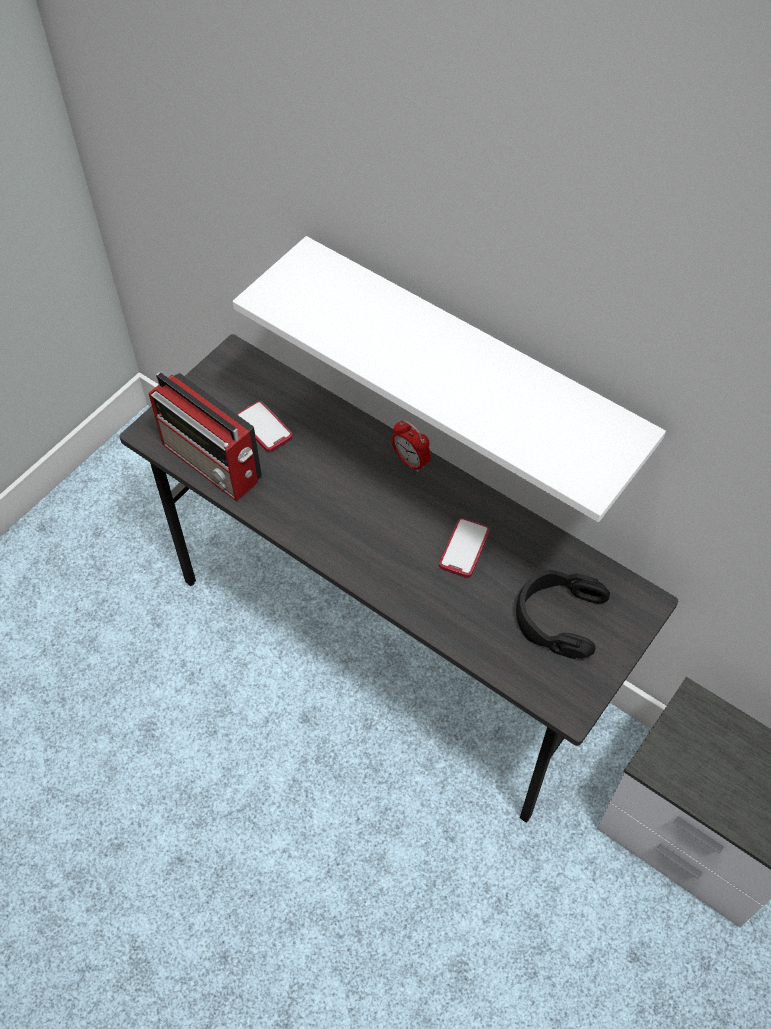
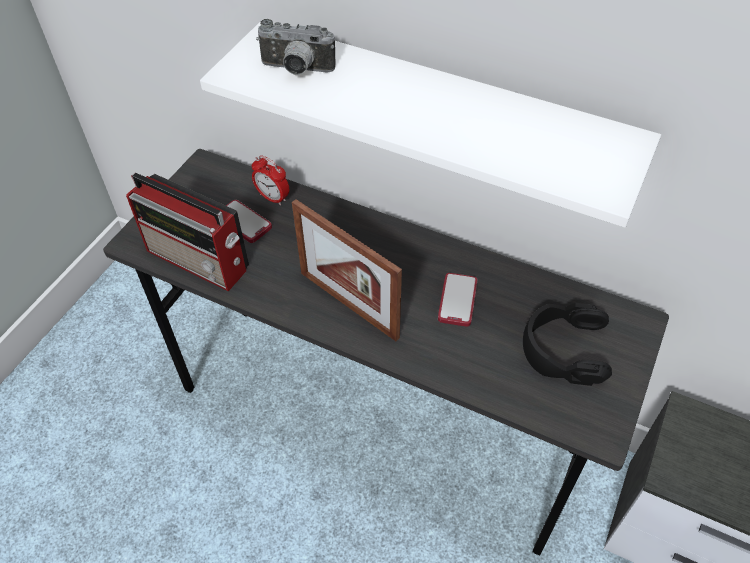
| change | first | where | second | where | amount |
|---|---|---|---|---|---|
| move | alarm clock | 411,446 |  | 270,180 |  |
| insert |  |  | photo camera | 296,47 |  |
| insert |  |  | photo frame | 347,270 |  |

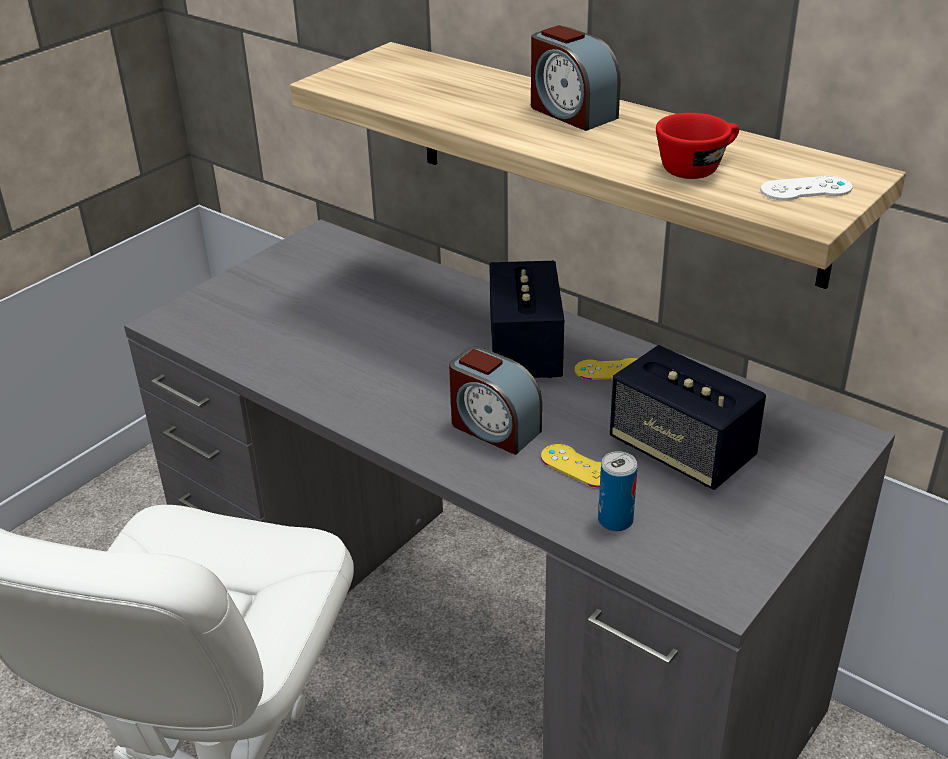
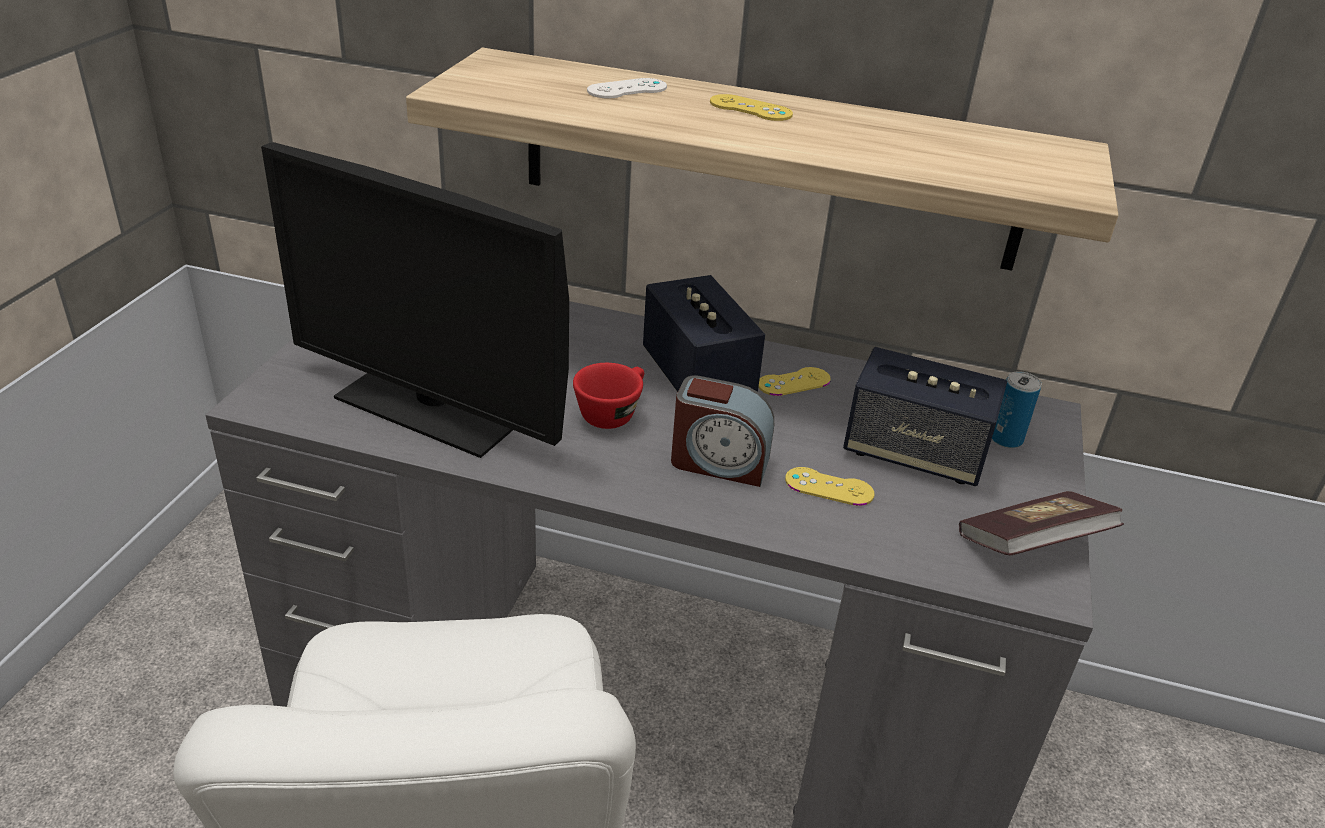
| change | first | where | second | where | amount |
|---|---|---|---|---|---|
| replace | alarm clock | 576,78 | yellow-coloured gamepad | 751,107 |  |
| move | can | 618,491 |  | 1016,409 |  |
| move | red-coloured cup | 697,146 |  | 608,396 |  |
| move | whitish gamepad | 806,188 |  | 627,88 |  |
| insert |  |  | computer screen | 415,300 |  |
| insert |  |  | bound book | 1041,523 |  |

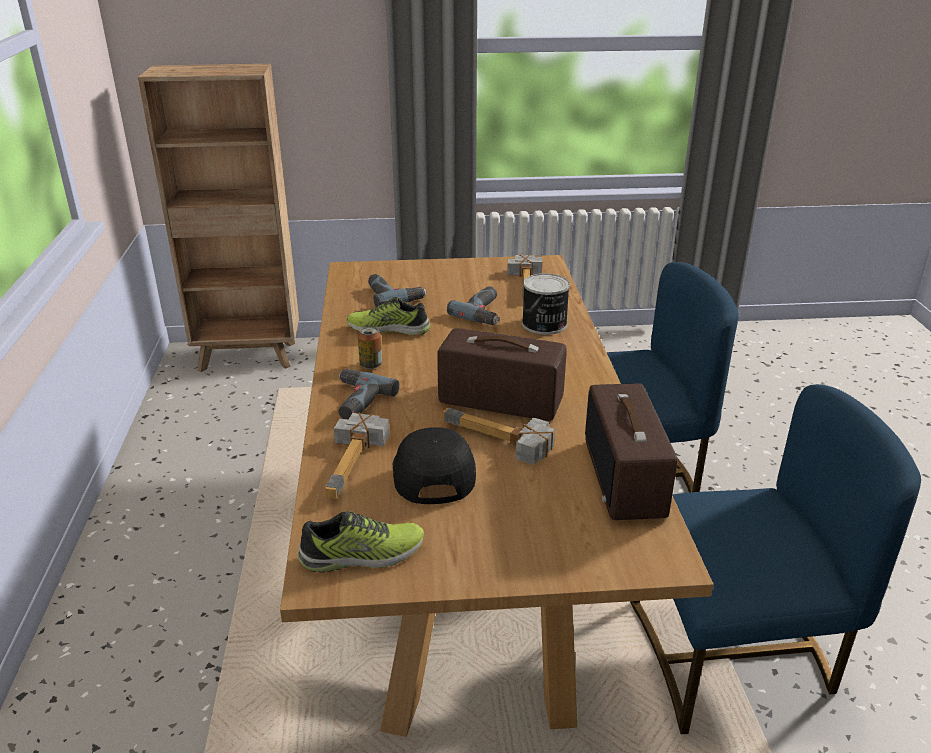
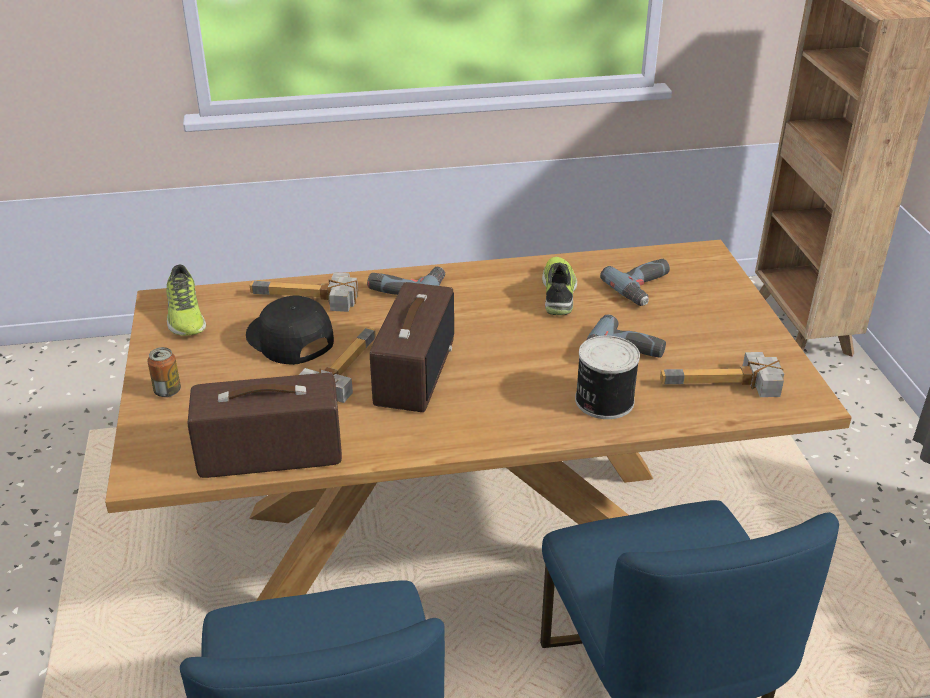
| change | first | where | second | where | amount |
|---|---|---|---|---|---|
| move | can | 370,347 |  | 164,372 |  |
| rotate | black-coloured baseball cap | 434,465 |  | 290,330 | 120 degrees counterclockwise |

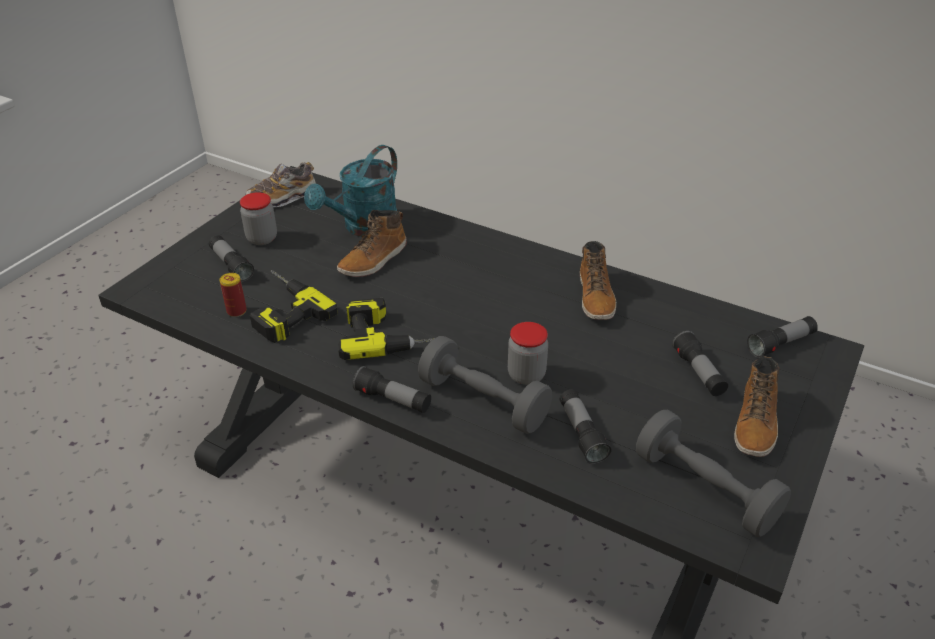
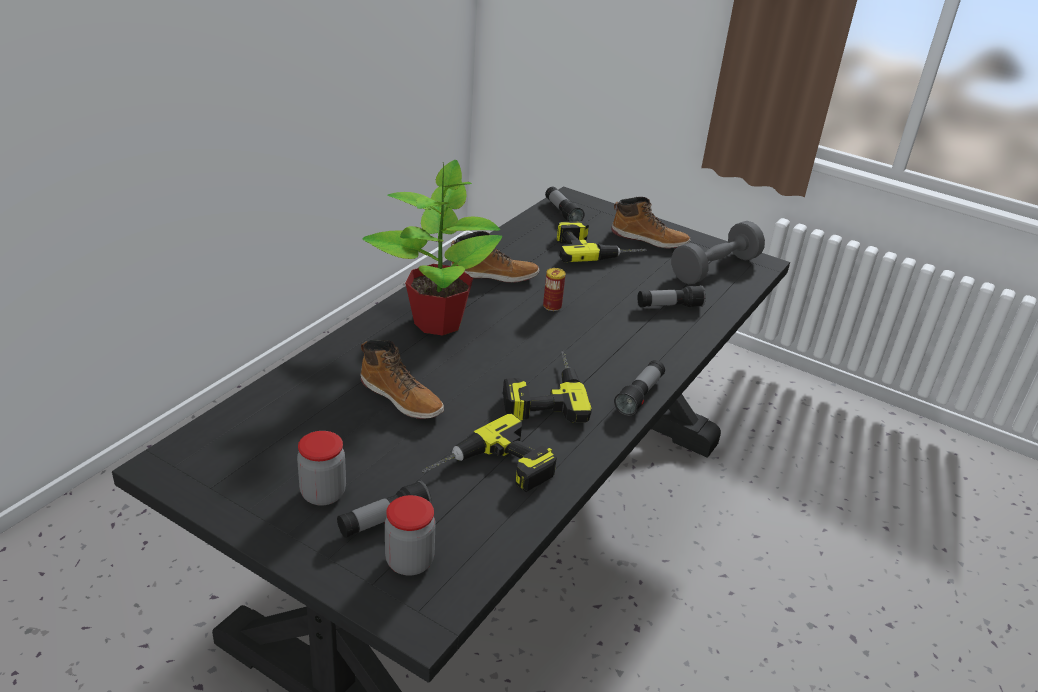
| change | first | where | second | where | amount |
|---|---|---|---|---|---|
| move | can | 233,295 |  | 554,289 |  |
| delete | low shoe | 281,184 |  |  |  |
| delete | blue-green watering pot | 350,191 |  |  |  |
| delete | gray dumbbell | 485,385 |  |  |  |
| move | jar | 528,353 |  | 410,535 |  |
| replace | torch | 700,363 | drill | 601,241 |  |
| insert |  |  | houseplant | 432,247 |  |

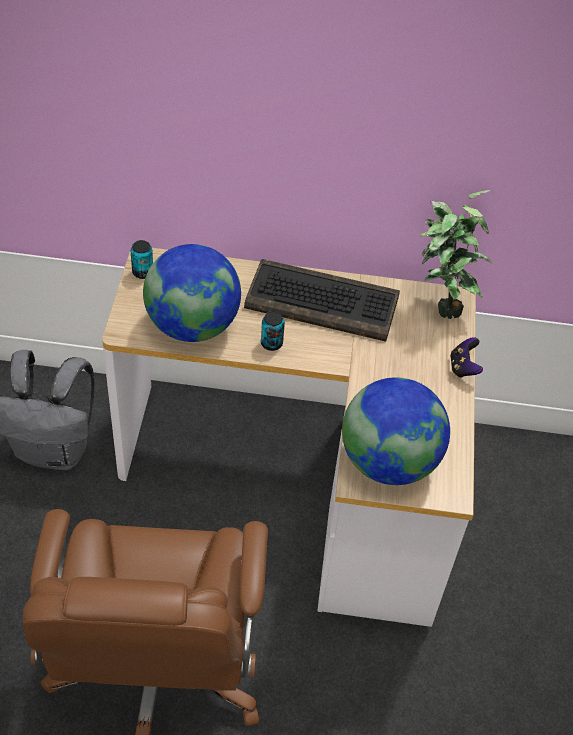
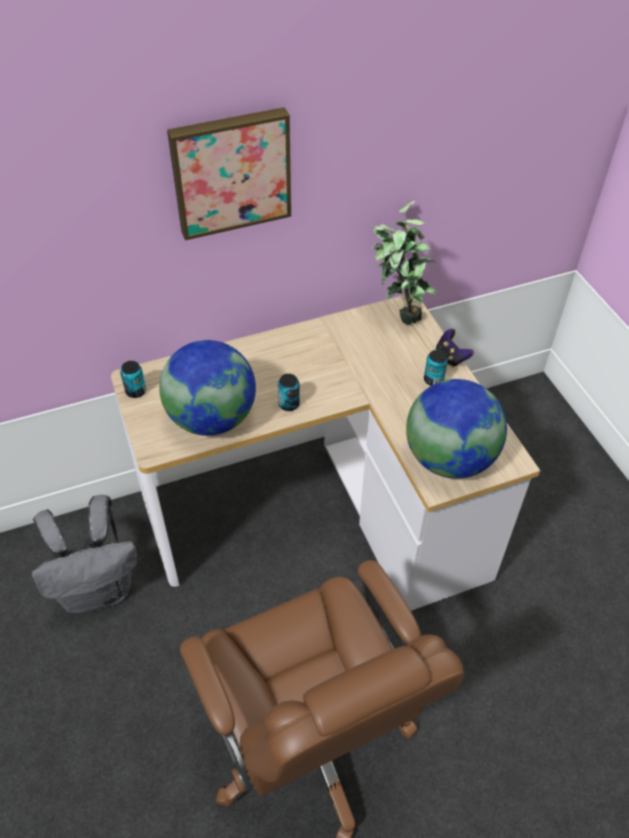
| change | first | where | second | where | amount |
|---|---|---|---|---|---|
| delete | PC keyboard | 322,300 |  |  |  |
| insert |  |  | picture | 229,173 |  |
| insert |  |  | can | 436,368 |  |

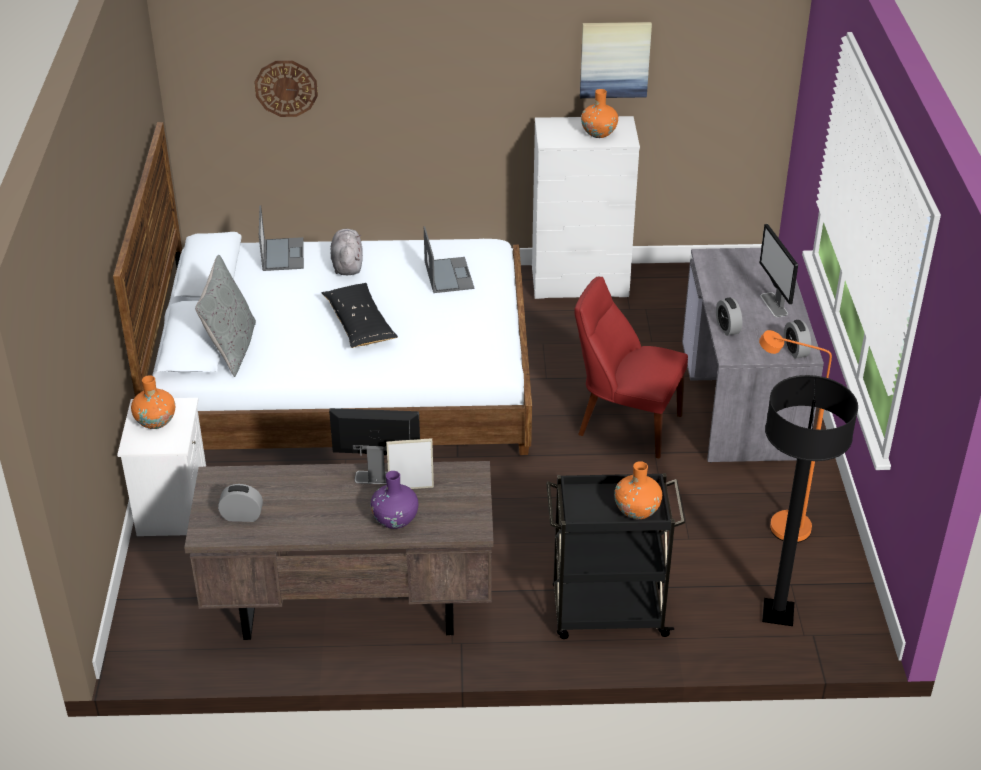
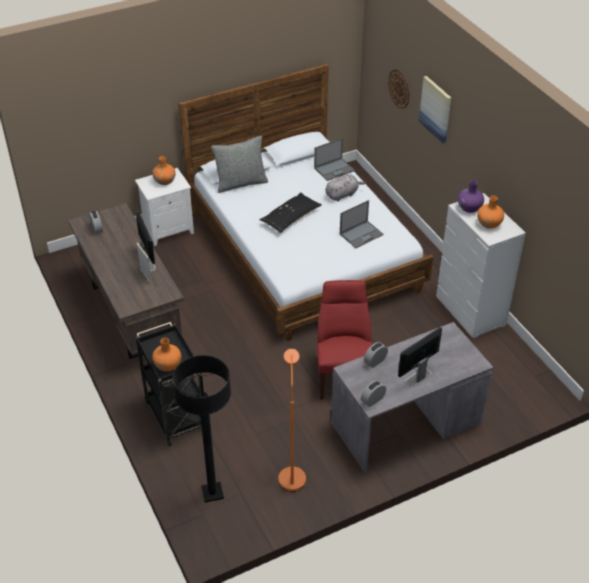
| change | first | where | second | where | amount |
|---|---|---|---|---|---|
| move | purple-coloured vase | 394,500 |  | 471,196 |  |
| move | picture | 616,60 |  | 435,109 |  |

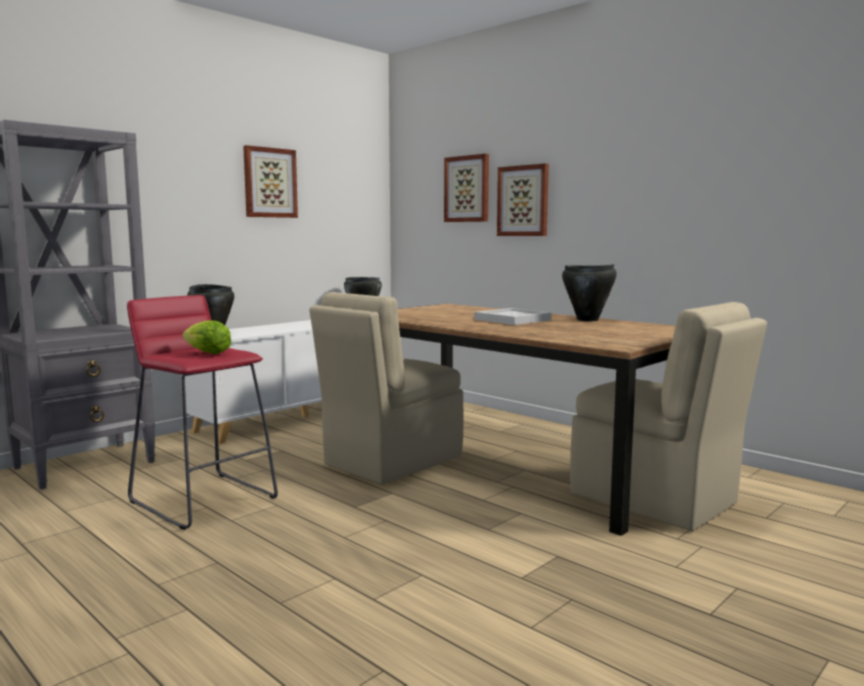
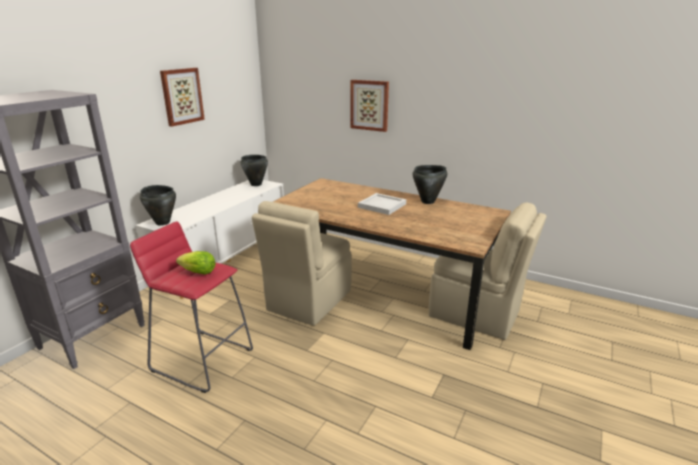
| change | first | where | second | where | amount |
|---|---|---|---|---|---|
| delete | picture | 466,188 |  |  |  |

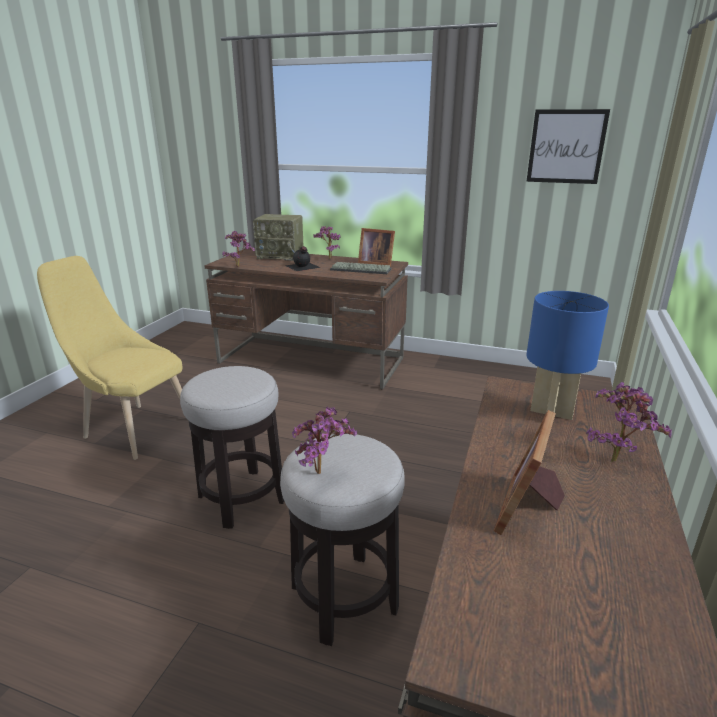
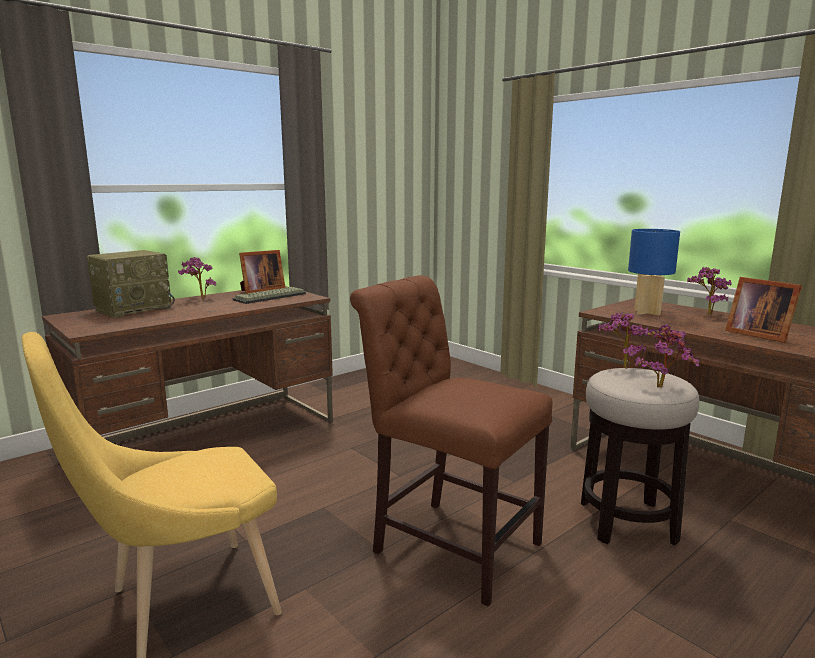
| change | first | where | second | where | amount |
|---|---|---|---|---|---|
| replace | sitting stool | 232,447 | brown upright chair | 451,440 |  |
| move | houseplant | 238,249 |  | 623,341 |  |
| delete | black-coloured beverage bottle | 303,258 |  |  |  |
| delete | picture | 568,146 |  |  |  |

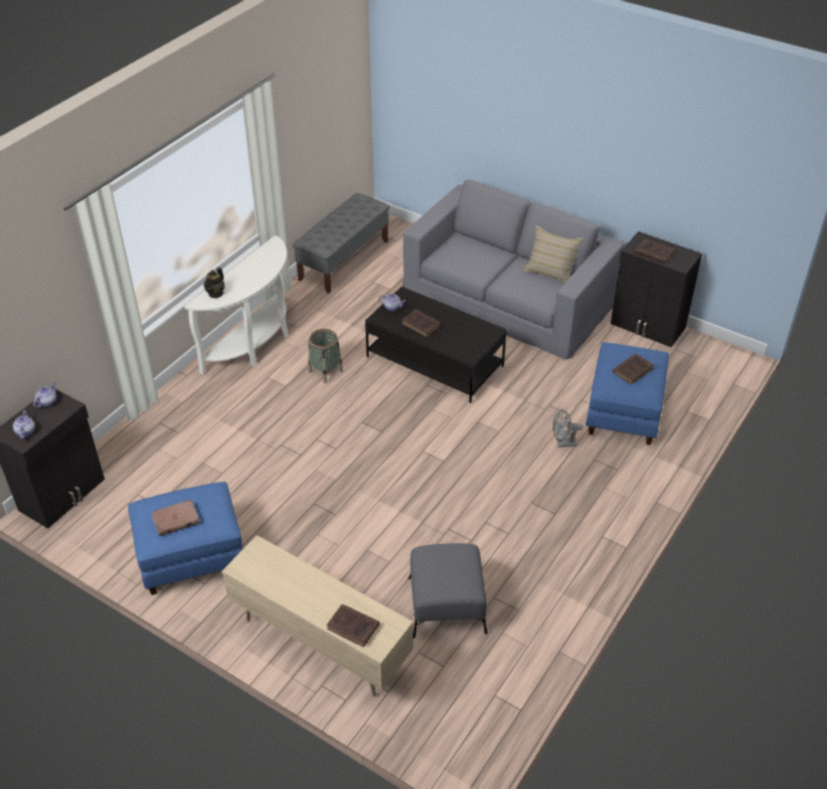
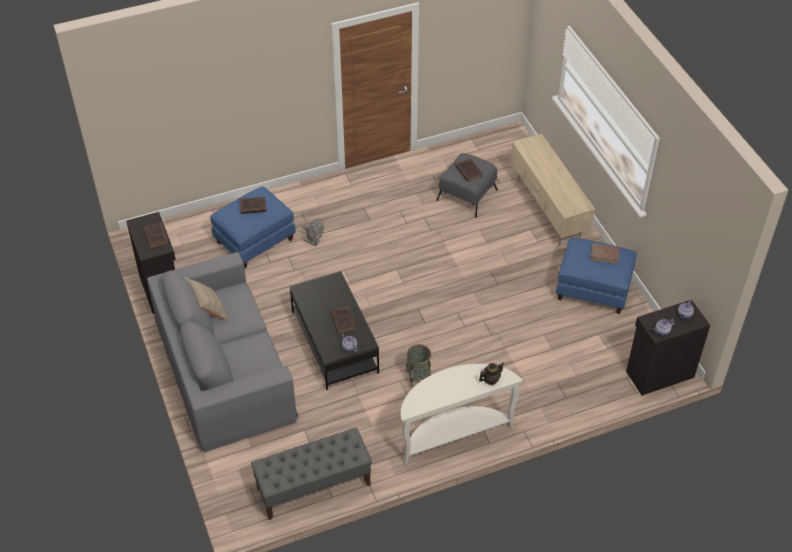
| change | first | where | second | where | amount |
|---|---|---|---|---|---|
| move | brown bound book | 353,625 |  | 468,170 |  |

